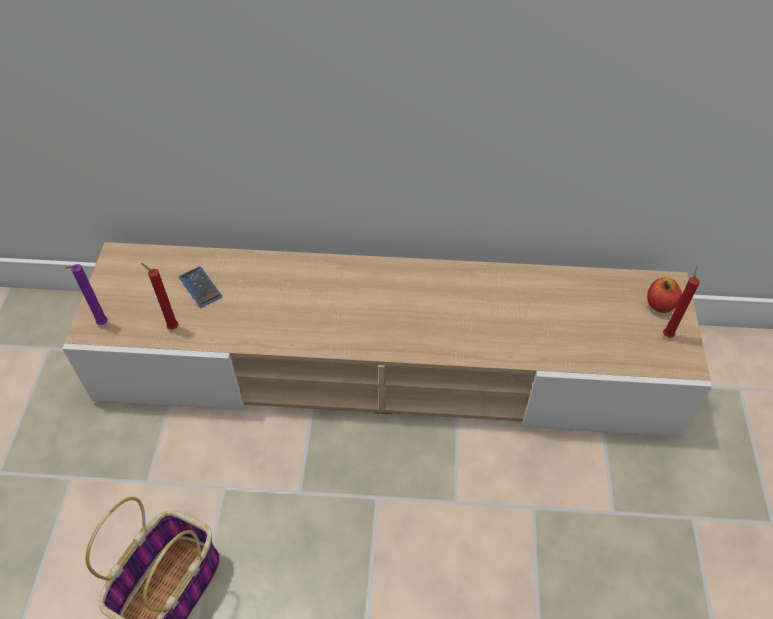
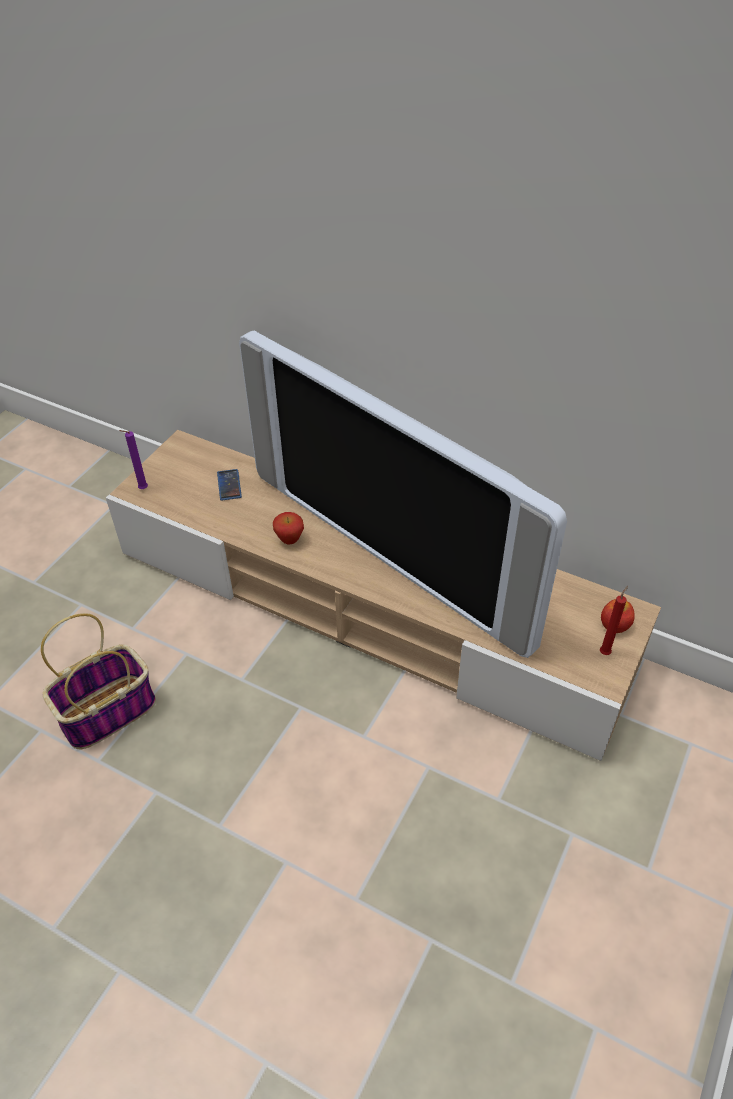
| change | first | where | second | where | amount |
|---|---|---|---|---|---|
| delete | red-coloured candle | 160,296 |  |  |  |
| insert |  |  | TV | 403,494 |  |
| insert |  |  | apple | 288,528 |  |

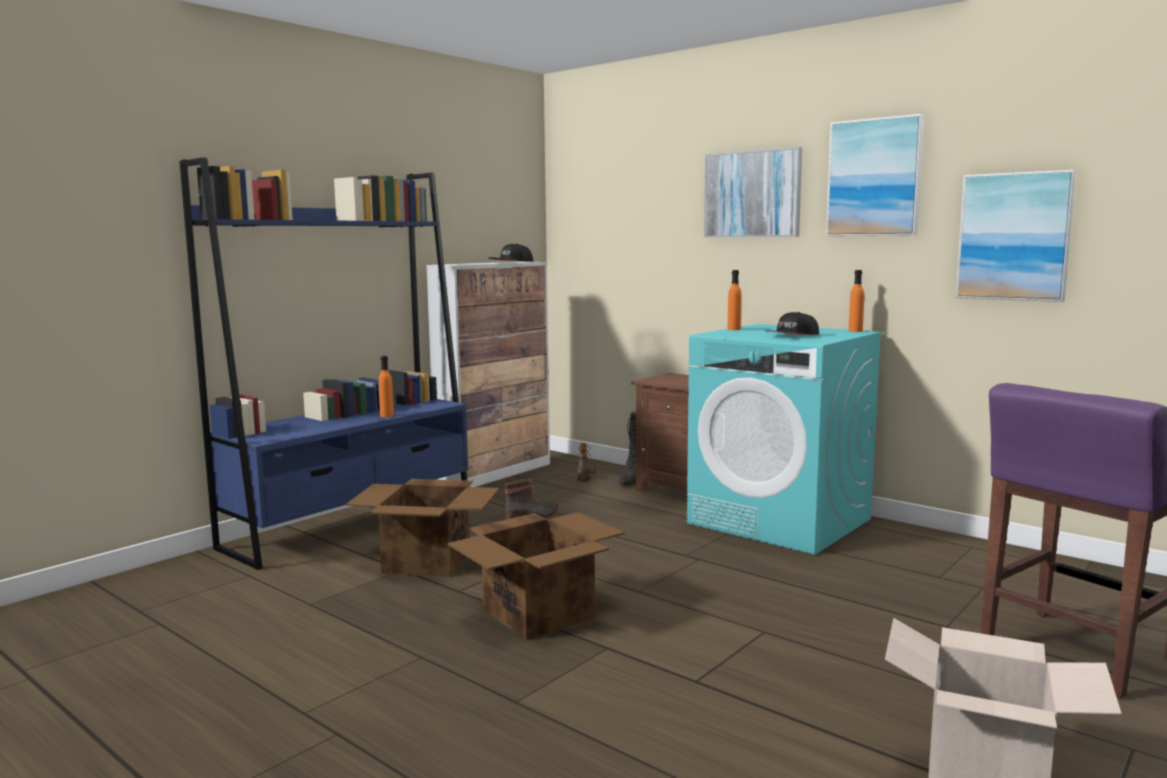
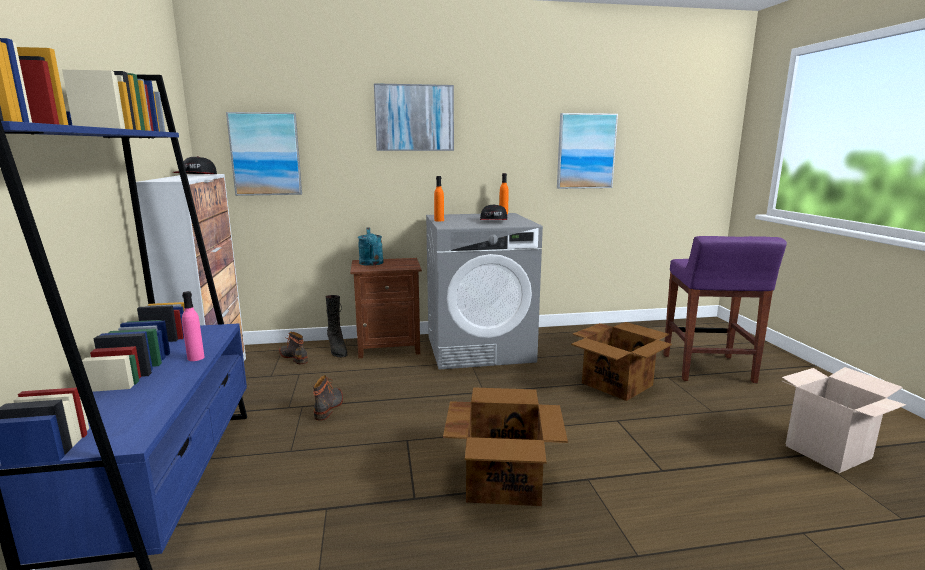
| change | first | where | second | where | amount |
|---|---|---|---|---|---|
| move | carton | 422,528 |  | 621,361 |  |
| recolor | orange beverage bottle | 386,386 | pinkish beverage bottle | 193,326 |  |
| recolor | blue-green washing machine | 784,439 | gray washing machine | 484,291 |  |
| move | picture | 875,175 |  | 264,154 |  |
| insert |  |  | blue-green watering pot | 371,247 |  |

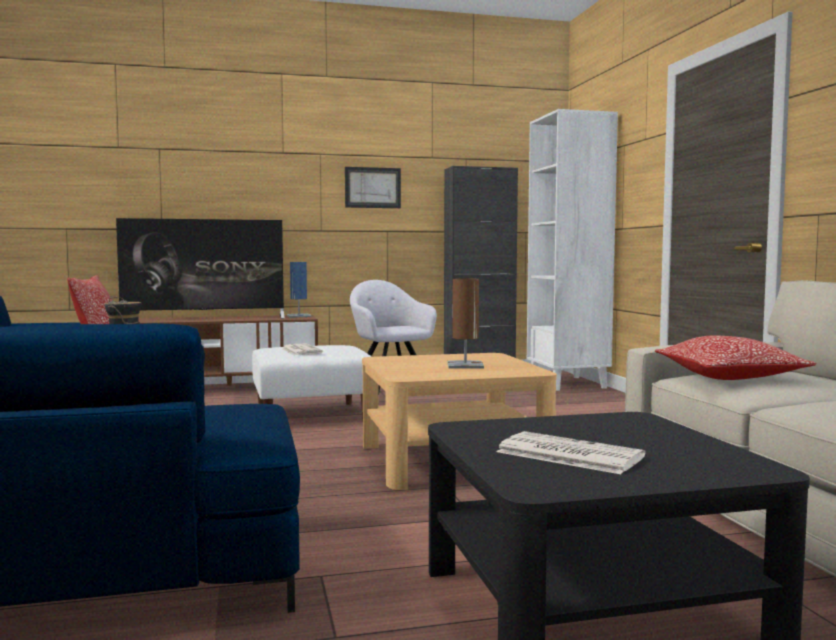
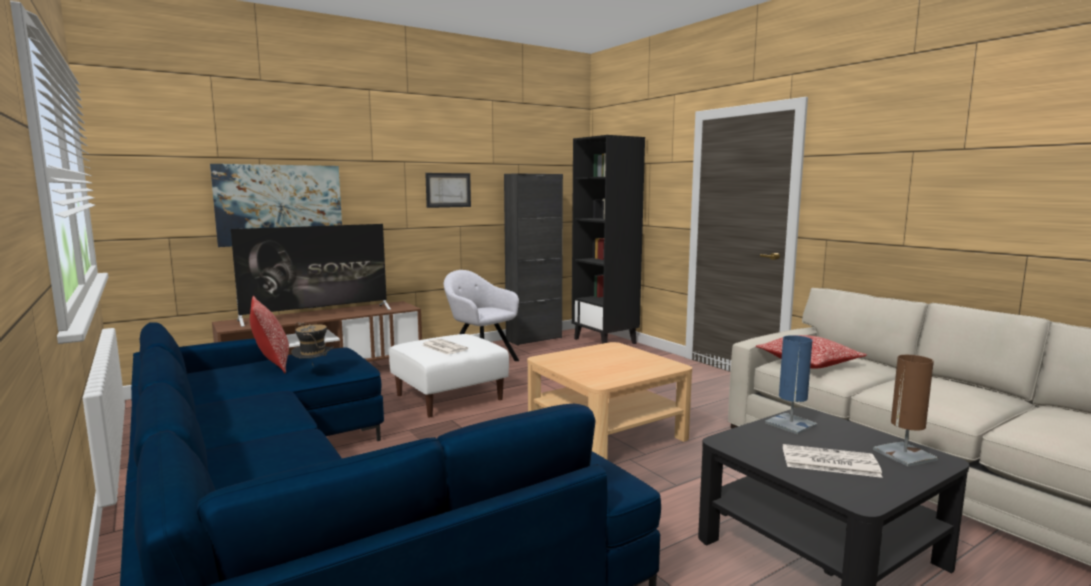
| change | first | where | second | where | amount |
|---|---|---|---|---|---|
| move | blue tabletop lamp | 299,290 |  | 791,385 |  |
| move | brown tabletop lamp | 465,323 |  | 905,411 |  |
| recolor | whitish shelving unit | 572,250 | black-coloured shelving unit | 608,239 |  |
| insert |  |  | picture | 276,205 |  |

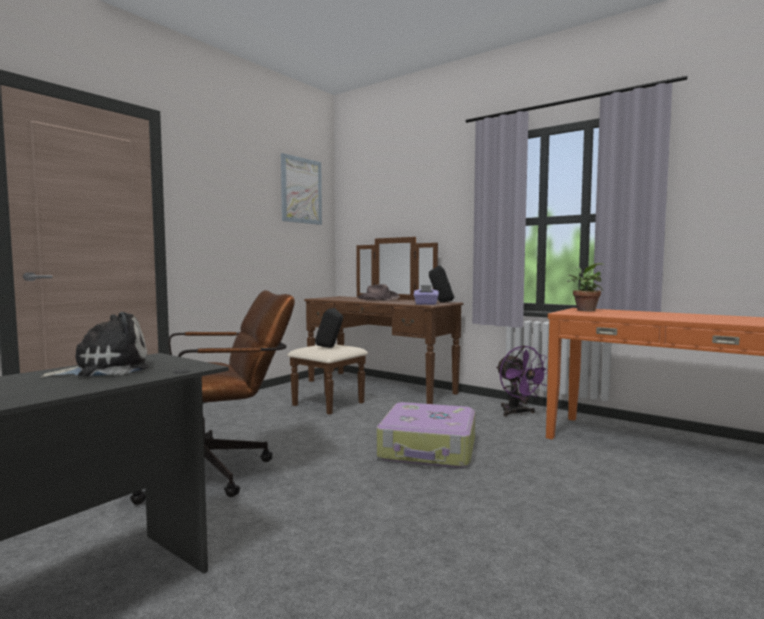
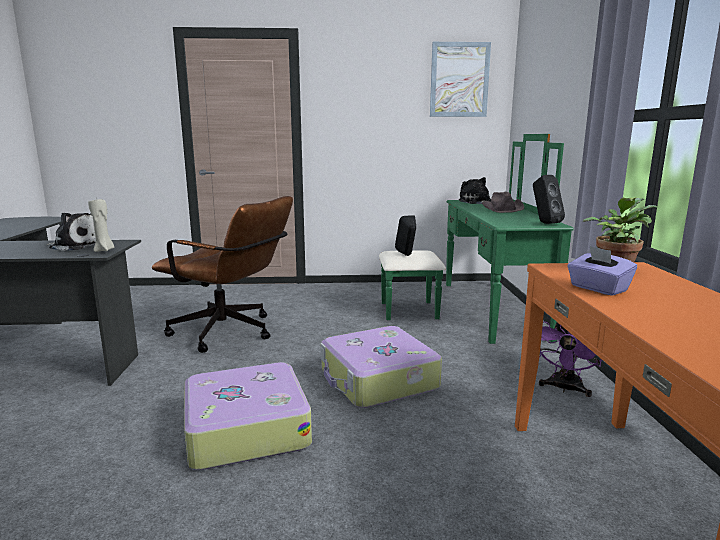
| change | first | where | second | where | amount |
|---|---|---|---|---|---|
| recolor | brown chest of drawers | 375,326 | green-coloured chest of drawers | 476,239 |  |
| move | purple-coloured box of tissues | 426,295 |  | 602,271 |  |
| insert |  |  | beige candle | 101,224 |  |
| insert |  |  | travel case | 248,416 |  |
| insert |  |  | plush toy | 475,190 |  |

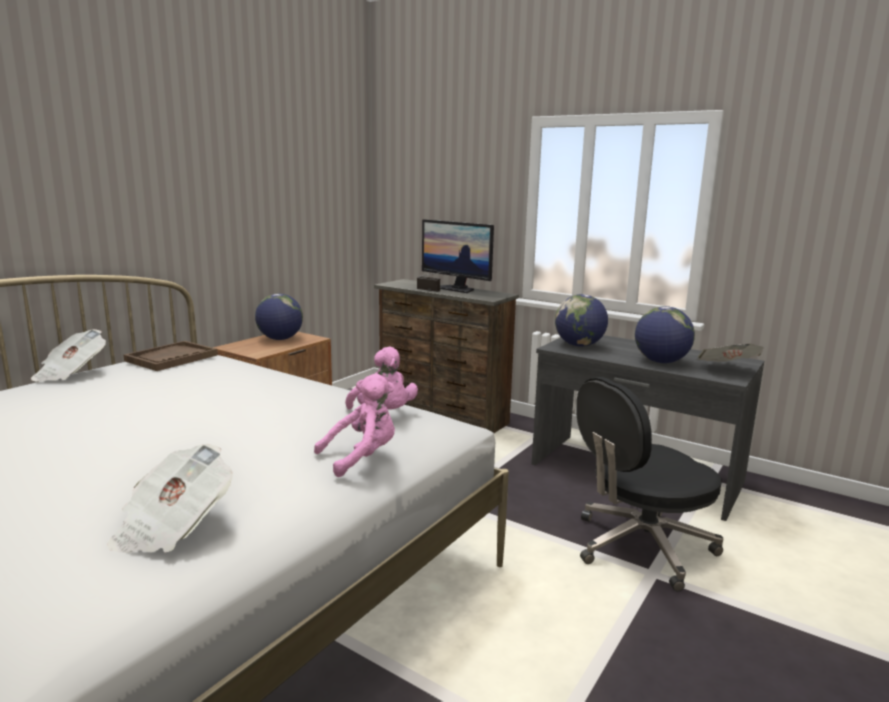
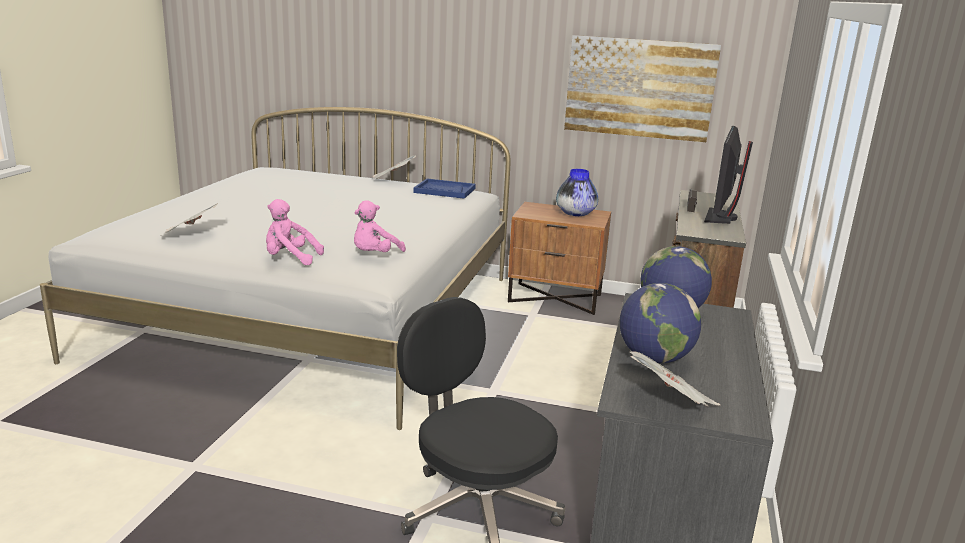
| change | first | where | second | where | amount |
|---|---|---|---|---|---|
| recolor | brown carrying tray | 171,356 | blue carrying tray | 444,188 |  |
| replace | desk globe | 279,317 | vase | 577,192 |  |
| rotate | pinkish plush toy | 354,425 |  | 295,232 | 150 degrees clockwise |
| insert |  |  | picture | 642,88 |  |

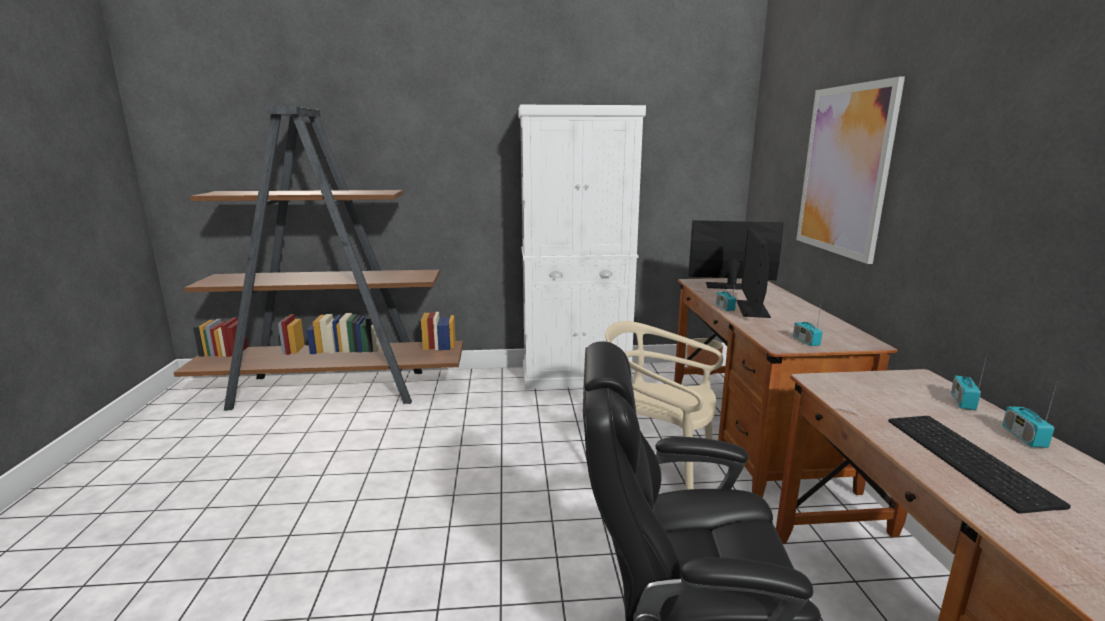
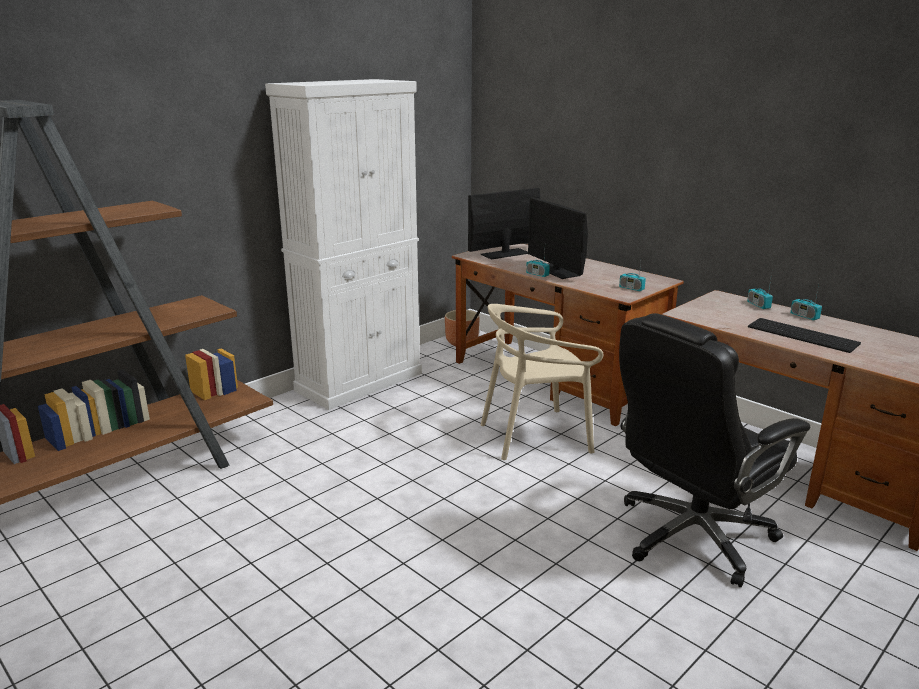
| change | first | where | second | where | amount |
|---|---|---|---|---|---|
| delete | picture | 850,170 |  |  |  |

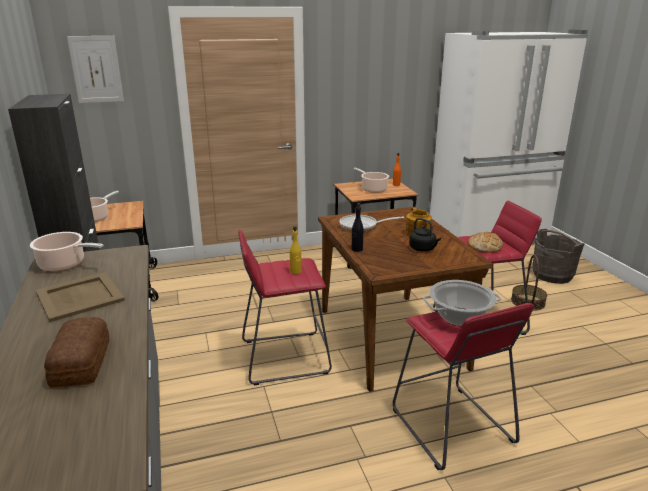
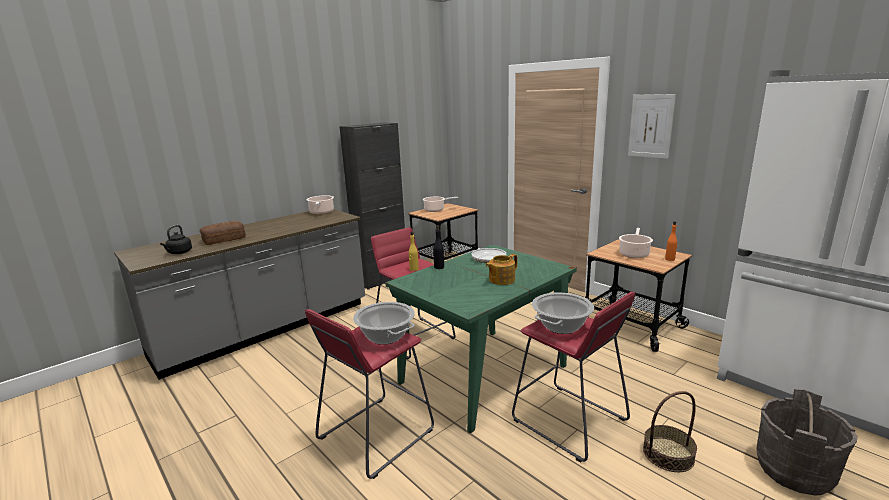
| change | first | where | second | where | amount |
|---|---|---|---|---|---|
| delete | beige carrying tray | 80,297 |  |  |  |
| move | picture | 95,69 |  | 652,126 |  |
| recolor | brown kitchen table | 405,299 | green-coloured kitchen table | 481,339 |  |
| move | black-coloured tea kettle | 425,235 |  | 176,239 |  |
| replace | bakery bread | 485,242 | saucepot | 563,313 |  |

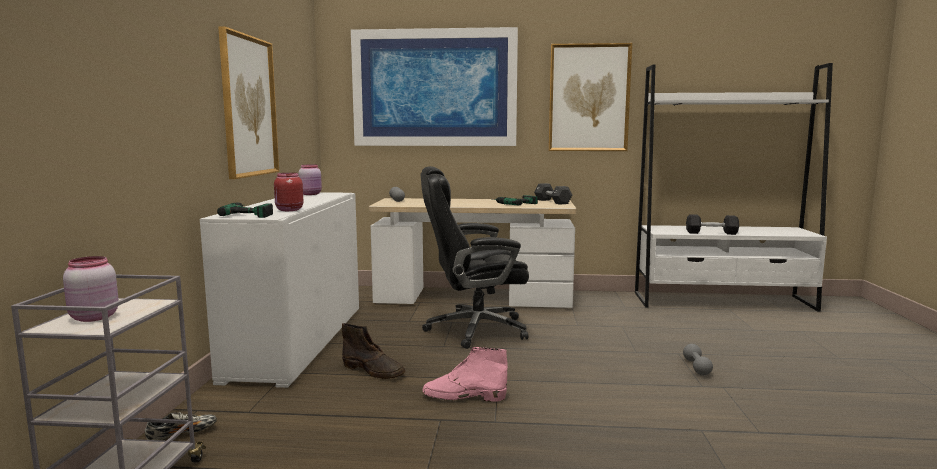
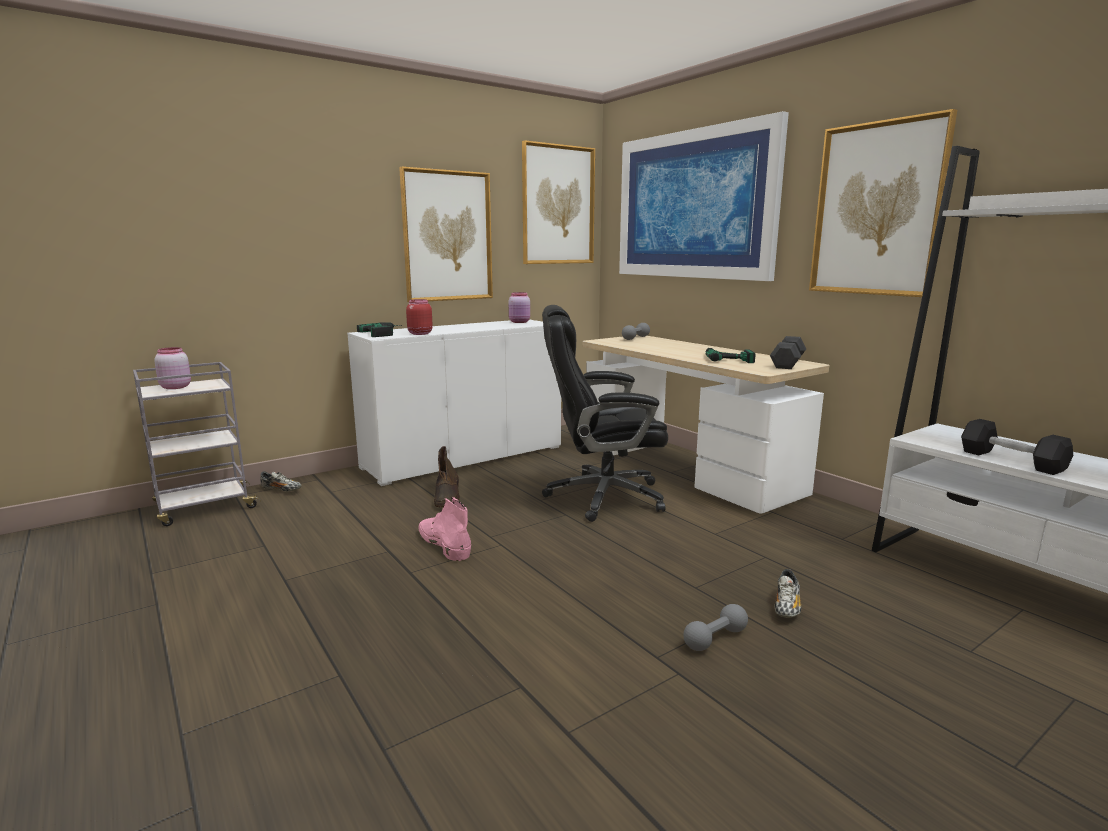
| change | first | where | second | where | amount |
|---|---|---|---|---|---|
| rotate | black-coloured office chair | 475,257 |  | 605,413 | 45 degrees counterclockwise |
| insert |  |  | picture | 558,202 |  |
| insert |  |  | low shoe | 788,593 |  |

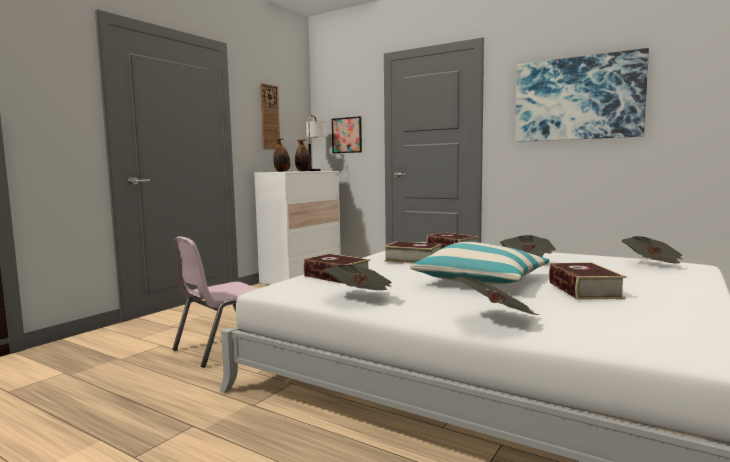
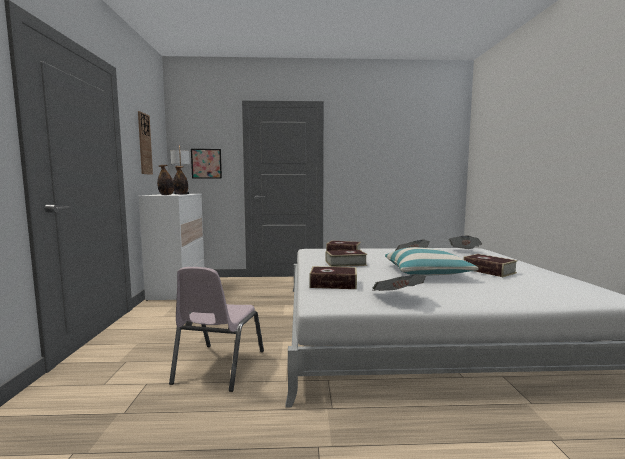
| change | first | where | second | where | amount |
|---|---|---|---|---|---|
| delete | newspaper | 496,295 |  |  |  |
| delete | picture | 582,95 |  |  |  |

